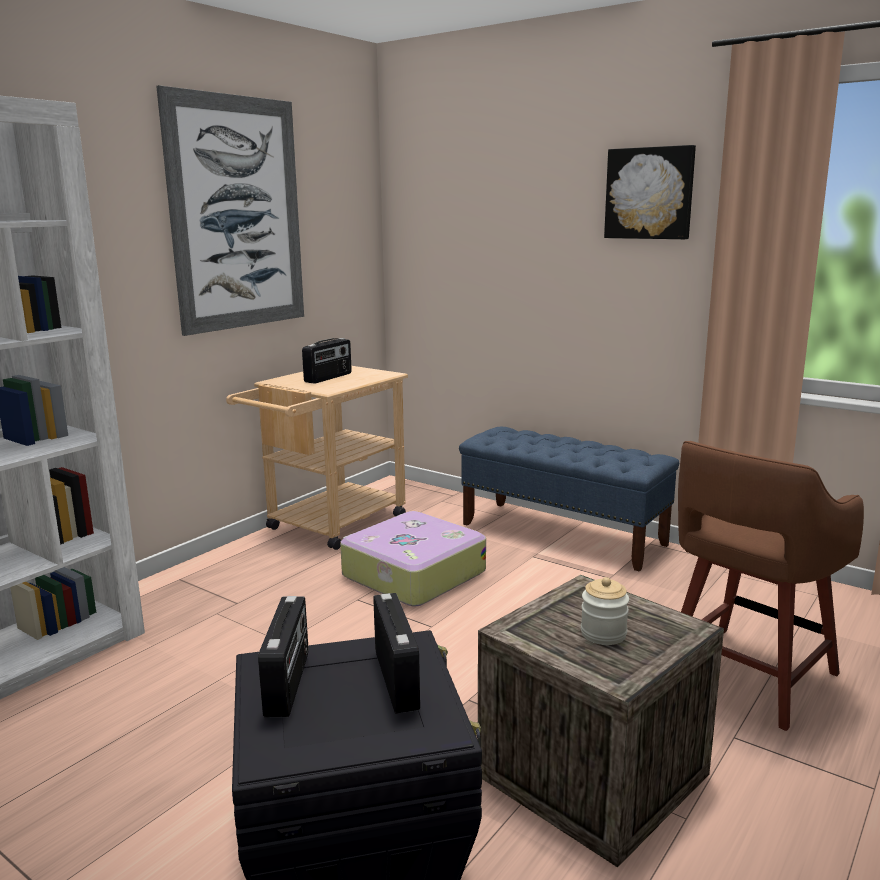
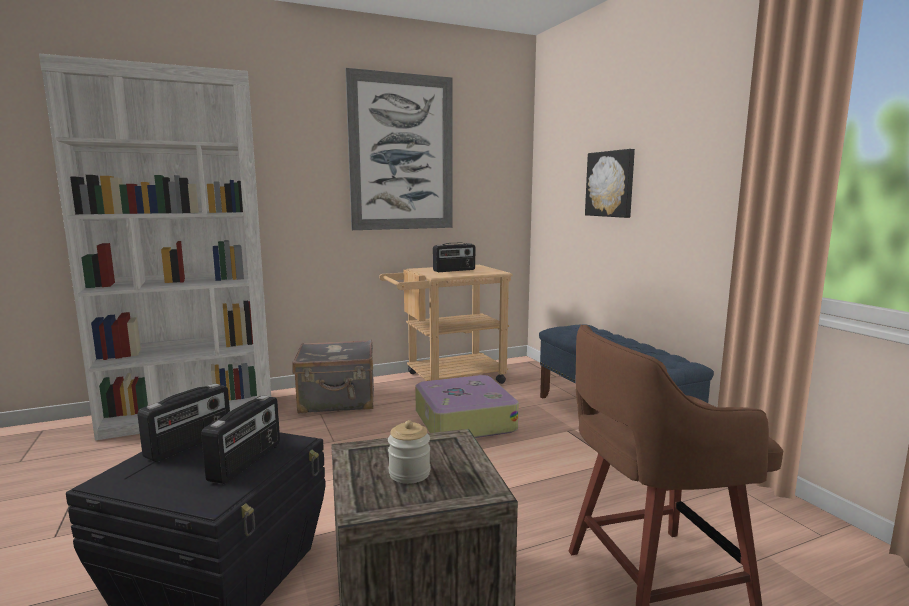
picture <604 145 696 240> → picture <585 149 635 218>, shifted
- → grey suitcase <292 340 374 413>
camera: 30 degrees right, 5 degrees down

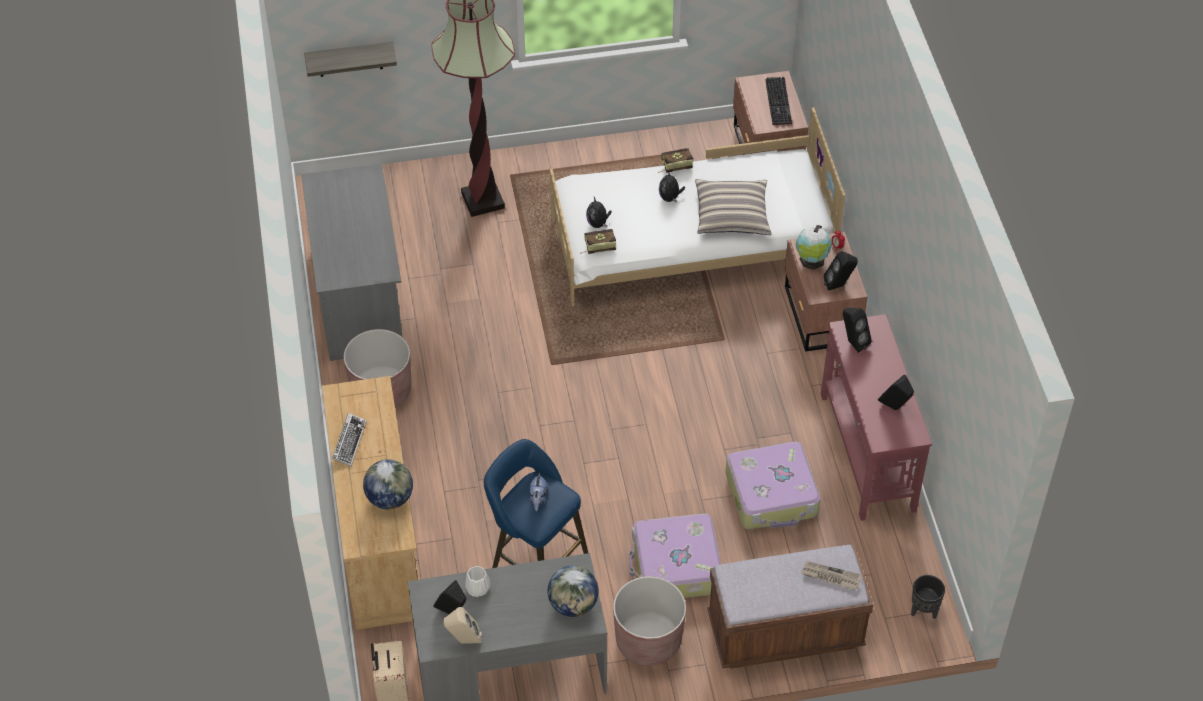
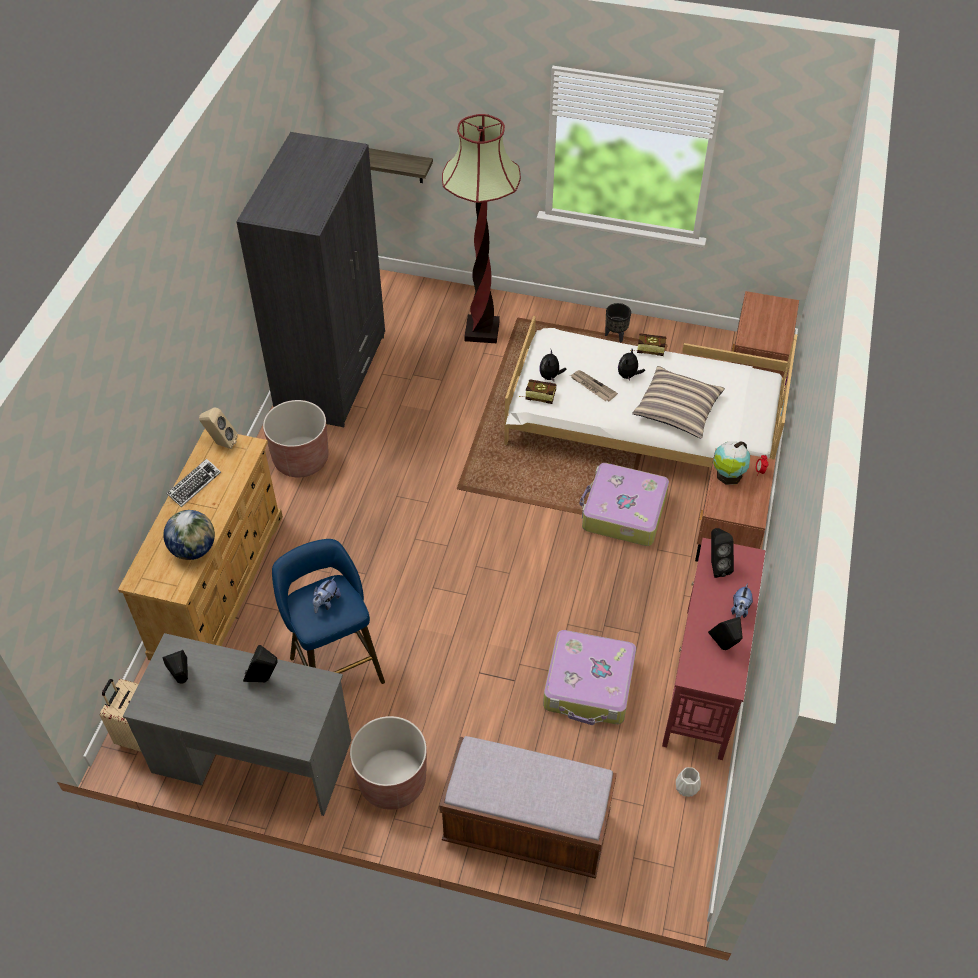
grey desk <301 164 402 361> → grey wardrobe <236 132 385 427>
beige speaker <443 607 482 644> → beige speaker <199 408 238 449>, shifted
white vase <465 566 490 597> → white vase <676 767 701 797>, shifted
globe <548 565 599 617> → -
suitcase <629 513 721 598> → suitcase <580 463 669 546>, shifted
keyboard <765 77 792 125> → -
newspaper <801 561 862 590> → newspaper <570 370 618 401>, shifted
black speaker <824 251 858 291> → black speaker <243 645 278 682>, shifted
black planter <911 575 945 619> → black planter <605 303 631 343>, shifted
- → plush toy <731 583 753 618>
camera: 25 degrees right, 0 degrees up

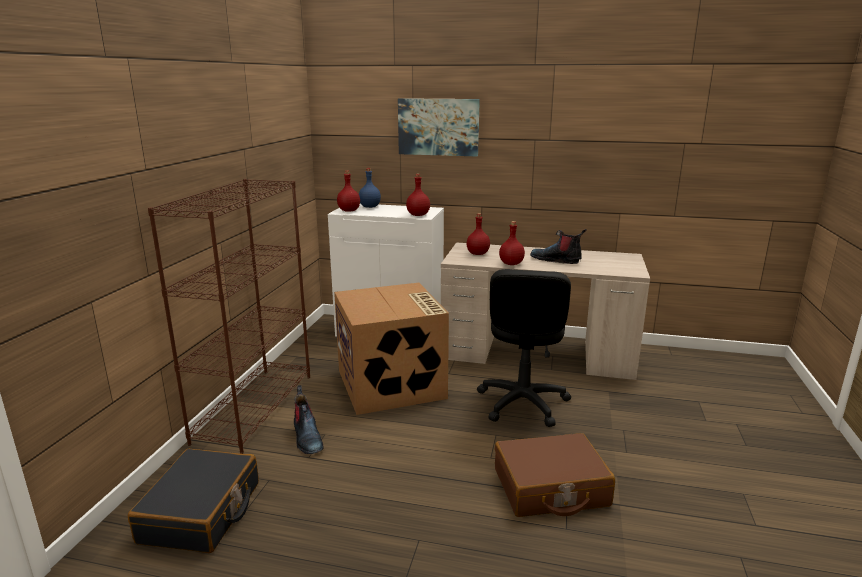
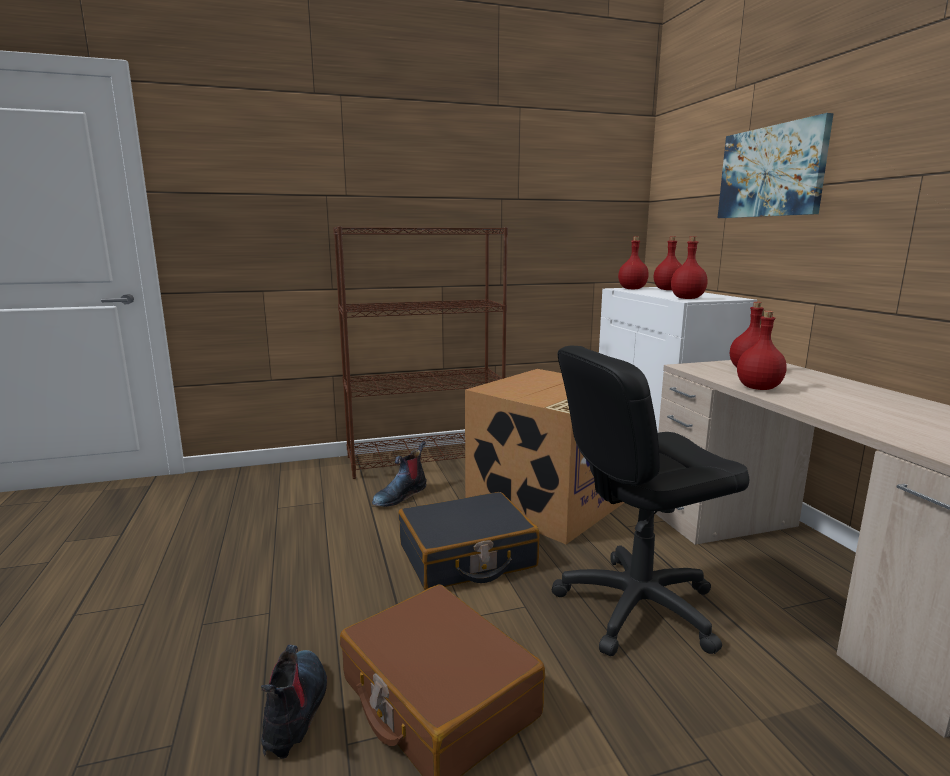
black suitcase <128 449 259 553> → black suitcase <399 492 539 590>, shifted
blue bottle <359 168 381 208> → red bottle <654 237 682 290>
boot <530 229 587 264> → boot <261 645 327 759>, shifted
camera: 60 degrees right, 5 degrees down

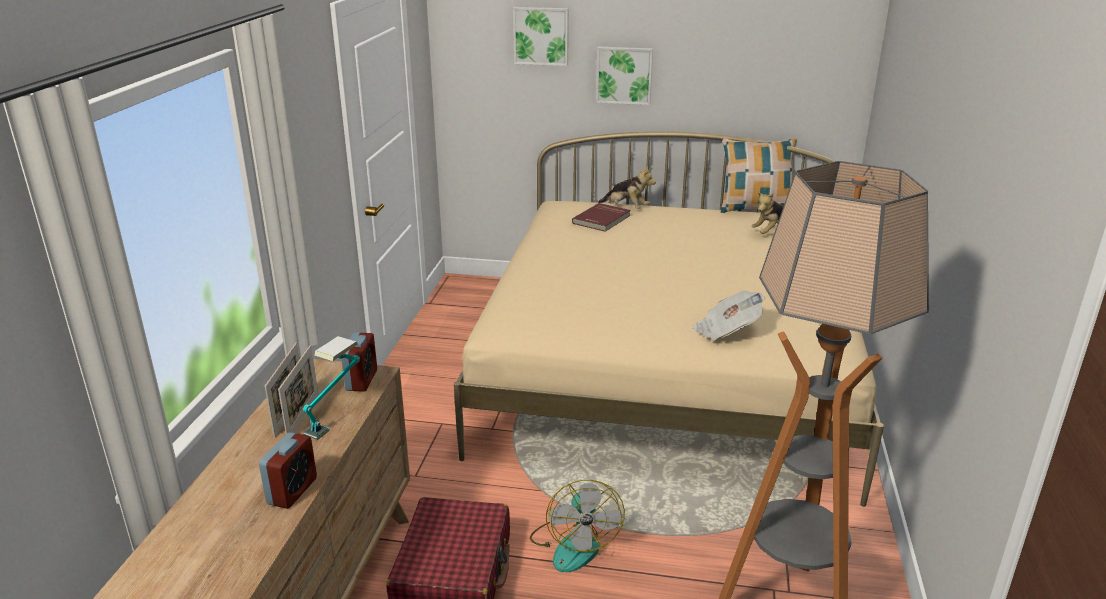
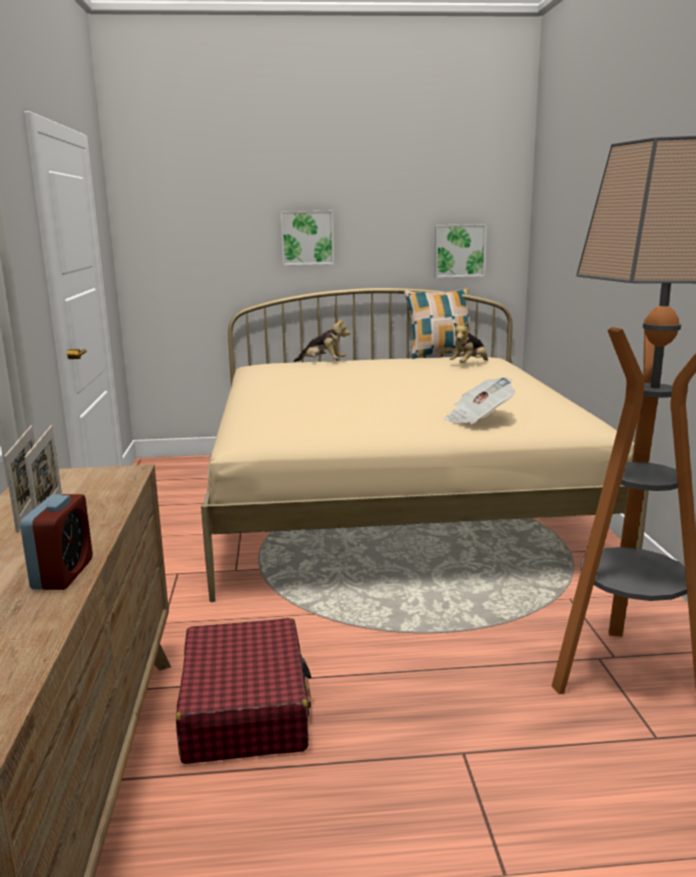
table lamp <303 336 360 440> → -
alarm clock <341 332 377 392> → -
picture <513 7 569 66> → picture <434 224 487 278>, shifted
fan <530 480 625 572> → -
red book <572 203 631 232> → -
camera: 15 degrees left, 10 degrees down

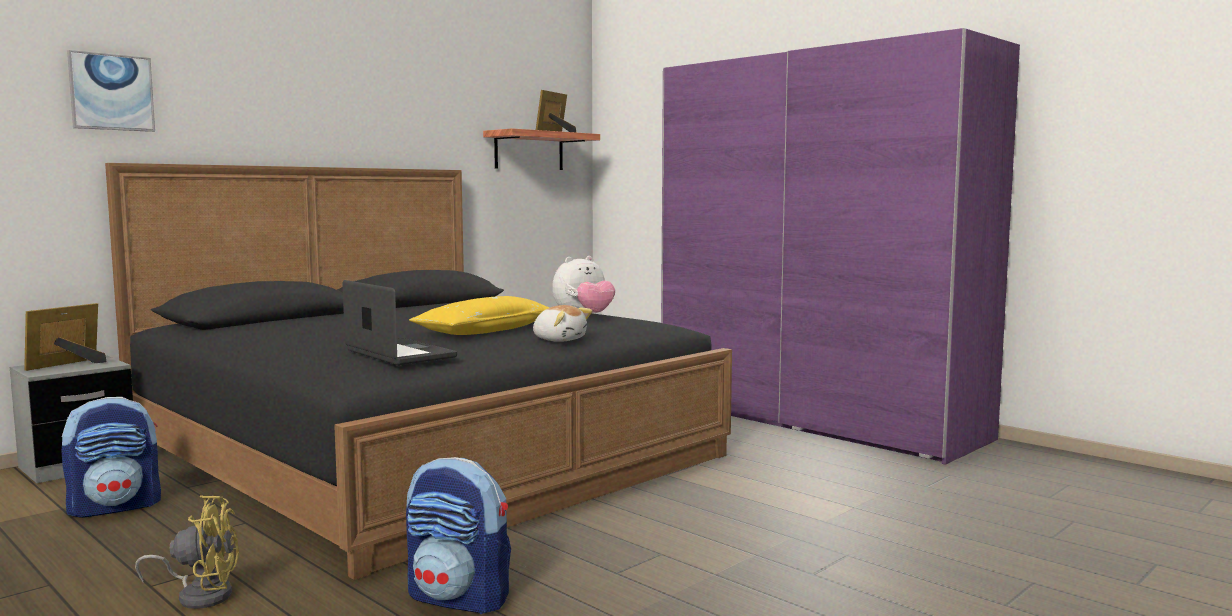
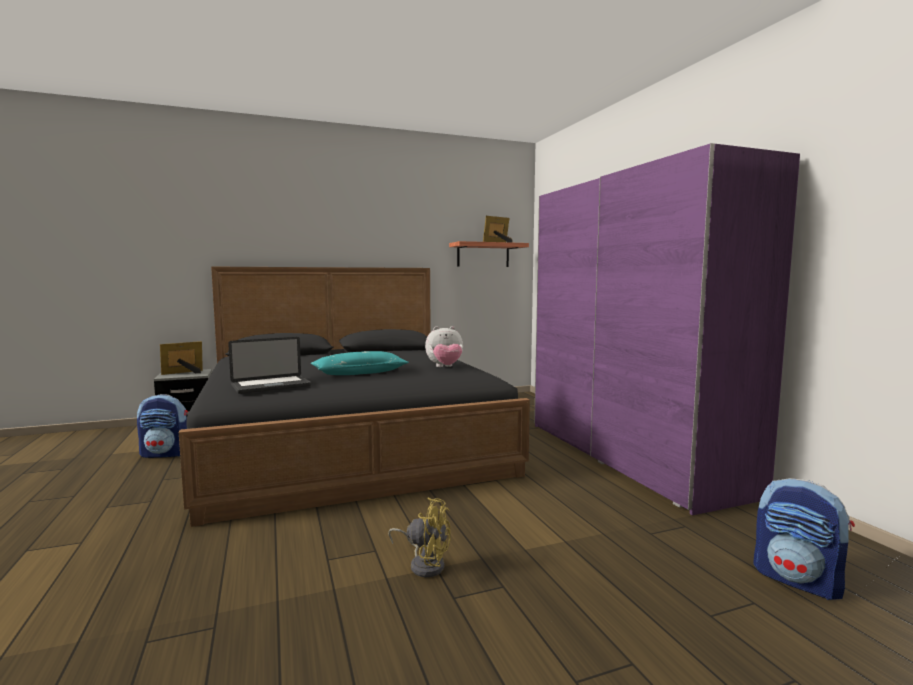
picture <67 50 155 132> → -
yellow fan <135 495 239 609> → yellow fan <388 498 451 577>, shifted
laptop <342 280 457 365> → laptop <228 337 311 394>, 75 degrees clockwise
backpack <406 457 511 614> → backpack <753 478 855 600>, shifted
yellow pillow <409 296 550 335> → turquoise pillow <311 351 409 375>
plush toy <533 305 593 342> → -
camera: 25 degrees right, 0 degrees up

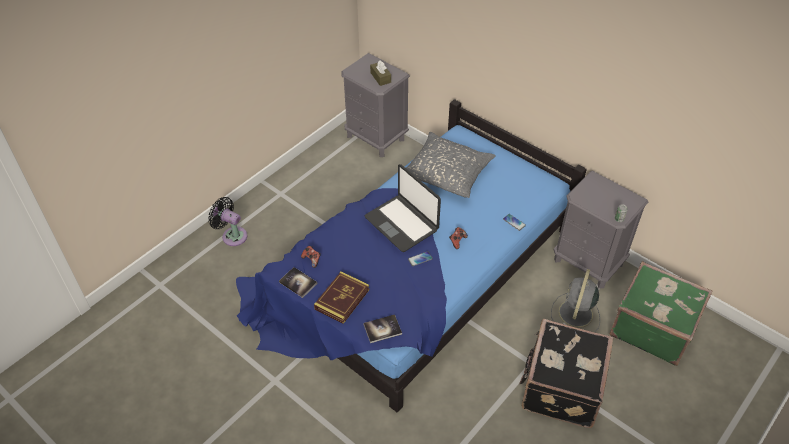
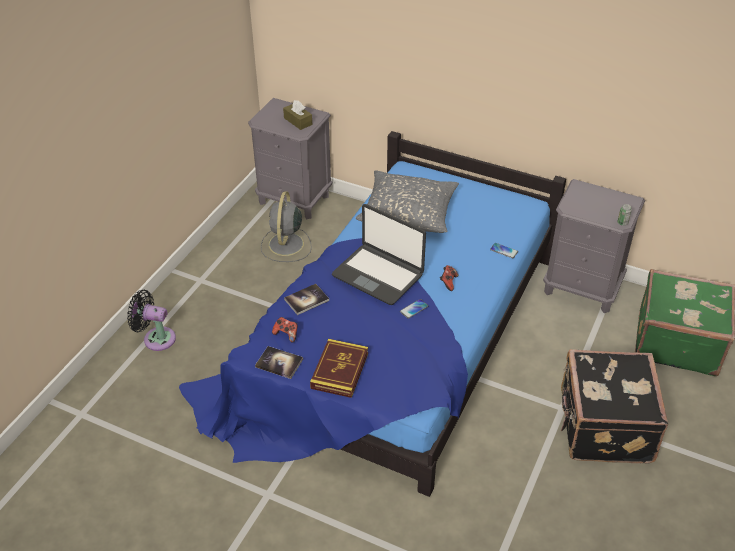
book <363 315 402 343> → book <284 284 329 315>, shifted
grey fan <551 269 600 332> → grey fan <261 191 312 262>, shifted
camera: 15 degrees left, 5 degrees down

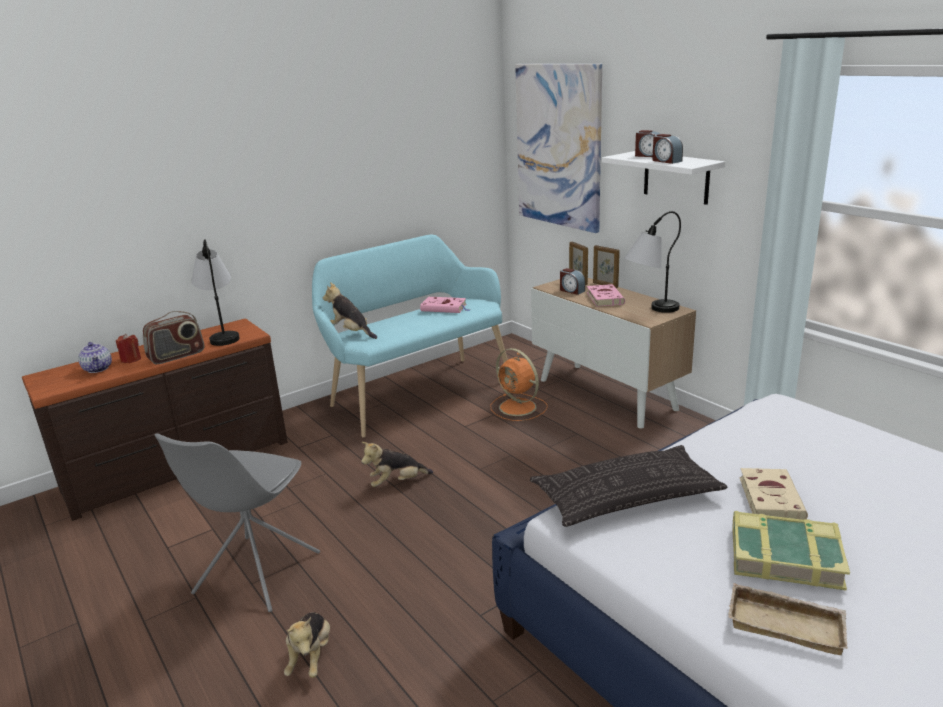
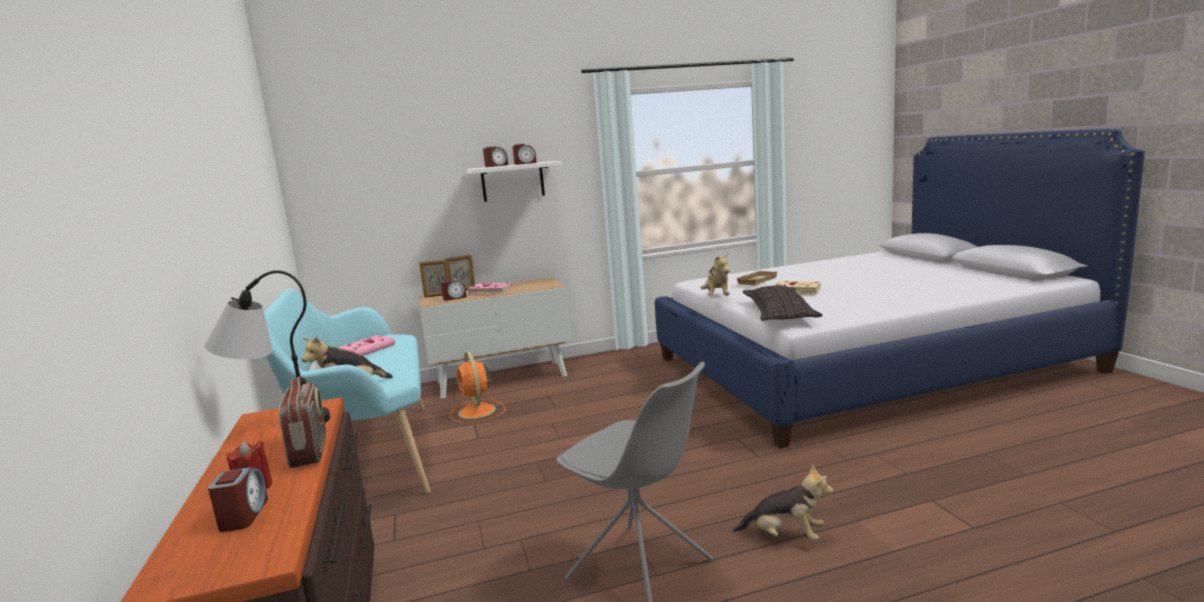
teapot <78 342 112 373> → alarm clock <208 467 268 532>
plush toy <361 442 433 487> → plush toy <700 253 730 296>, shifted
orange fan <491 348 548 421> → orange fan <450 351 506 423>, 90 degrees clockwise
picture <515 64 602 233> → -
table lamp <625 211 681 313> → -
beige tray <728 583 848 655> → beige tray <736 271 777 285>, shifted
book <732 511 850 591> → -
camera: 70 degrees left, 10 degrees down

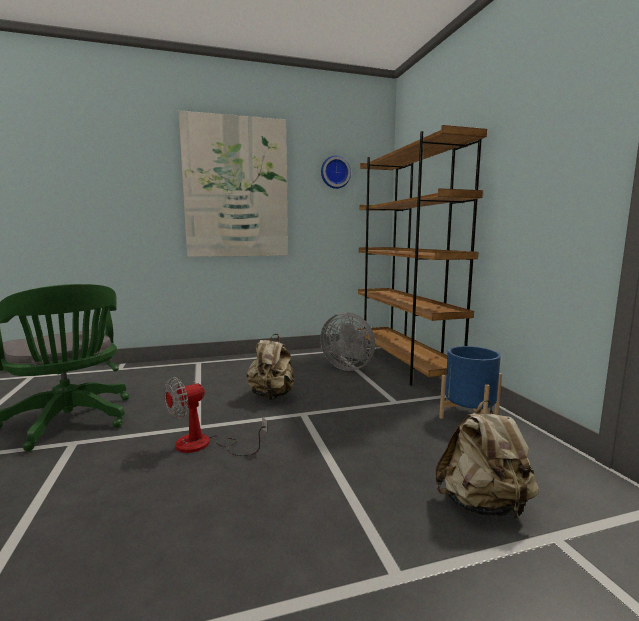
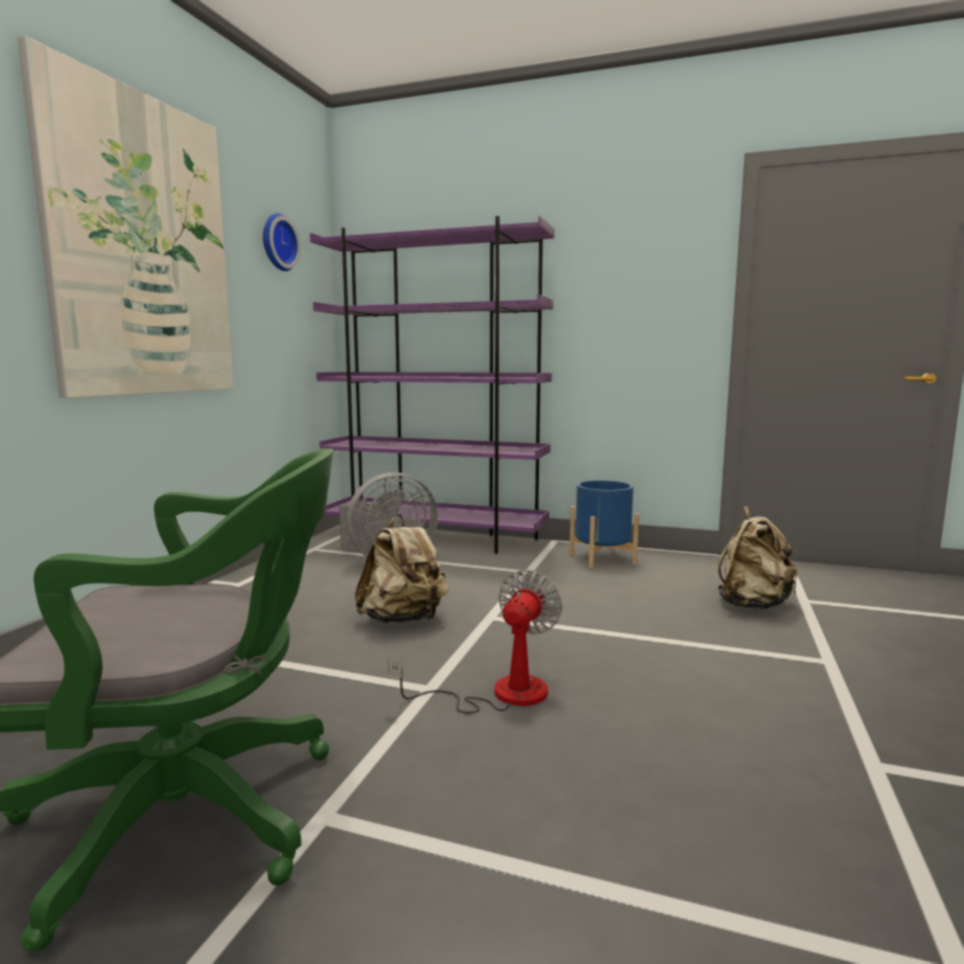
fan <164 377 268 456> → fan <388 570 562 713>, 150 degrees counterclockwise
brown bookcase <357 125 487 386> → purple bookcase <310 216 555 554>
camera: 55 degrees left, 0 degrees up

